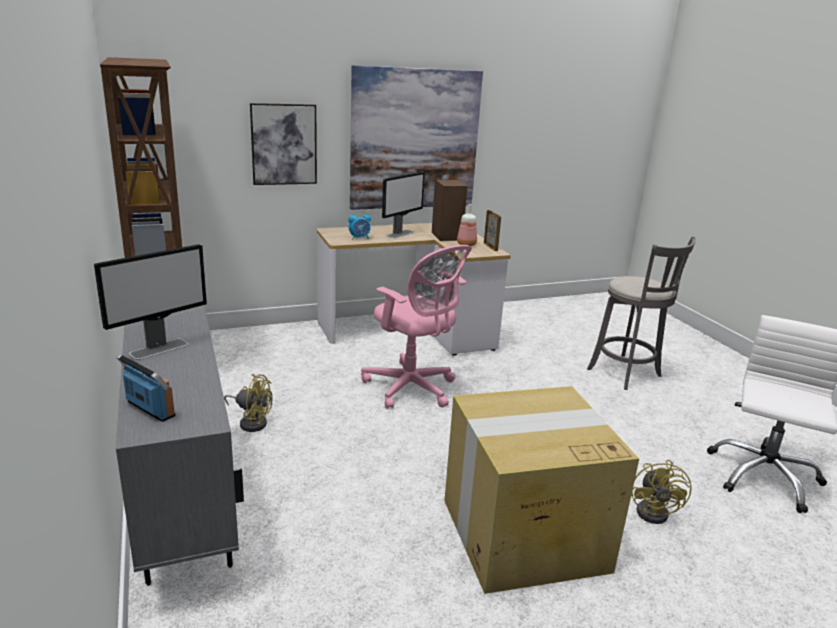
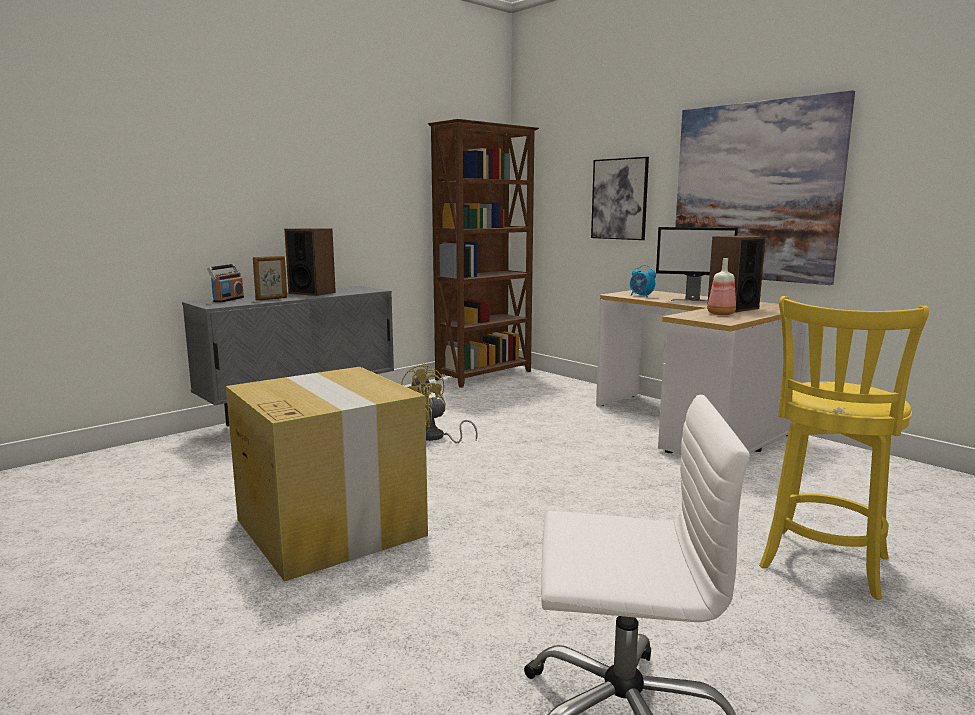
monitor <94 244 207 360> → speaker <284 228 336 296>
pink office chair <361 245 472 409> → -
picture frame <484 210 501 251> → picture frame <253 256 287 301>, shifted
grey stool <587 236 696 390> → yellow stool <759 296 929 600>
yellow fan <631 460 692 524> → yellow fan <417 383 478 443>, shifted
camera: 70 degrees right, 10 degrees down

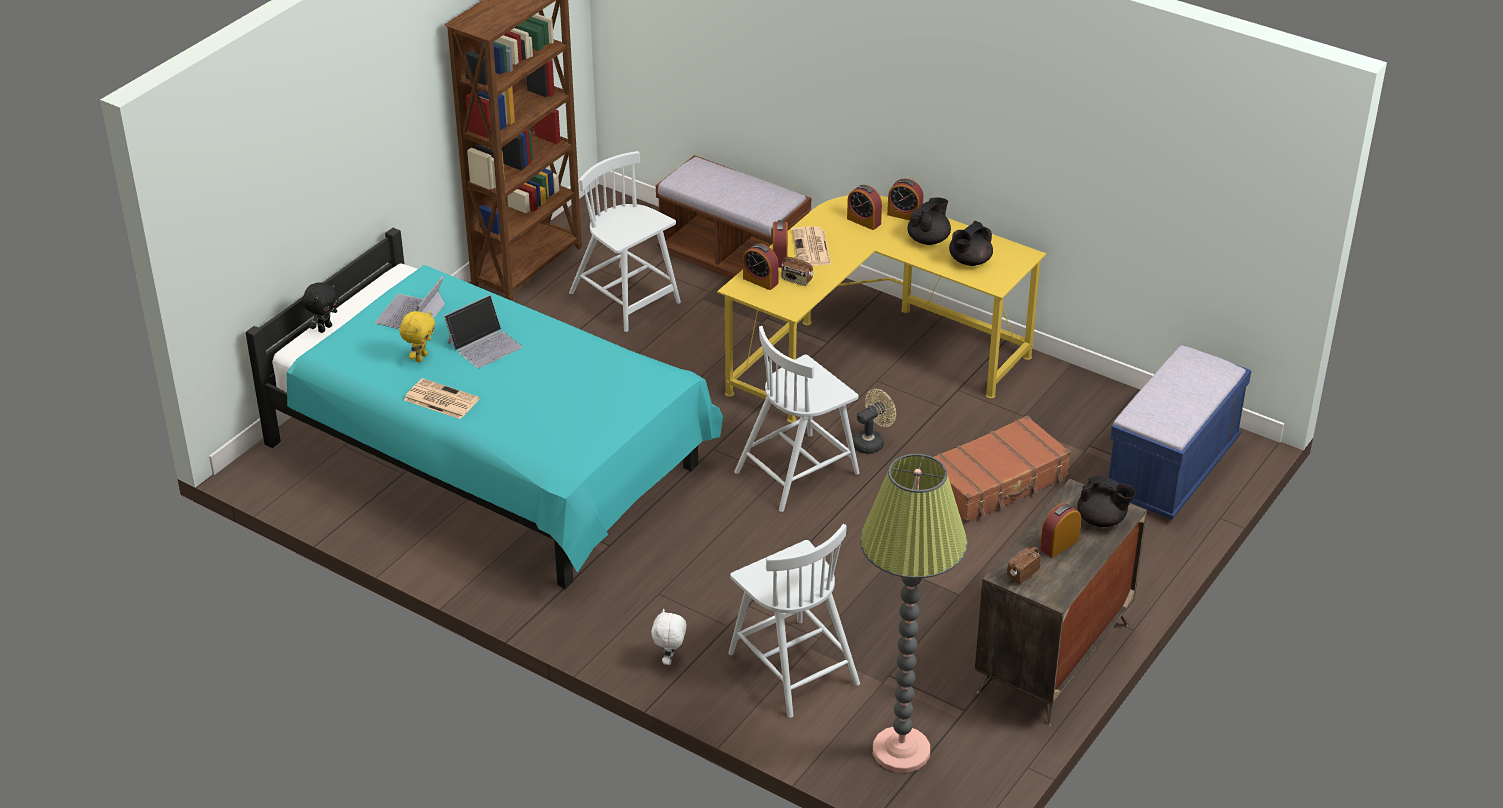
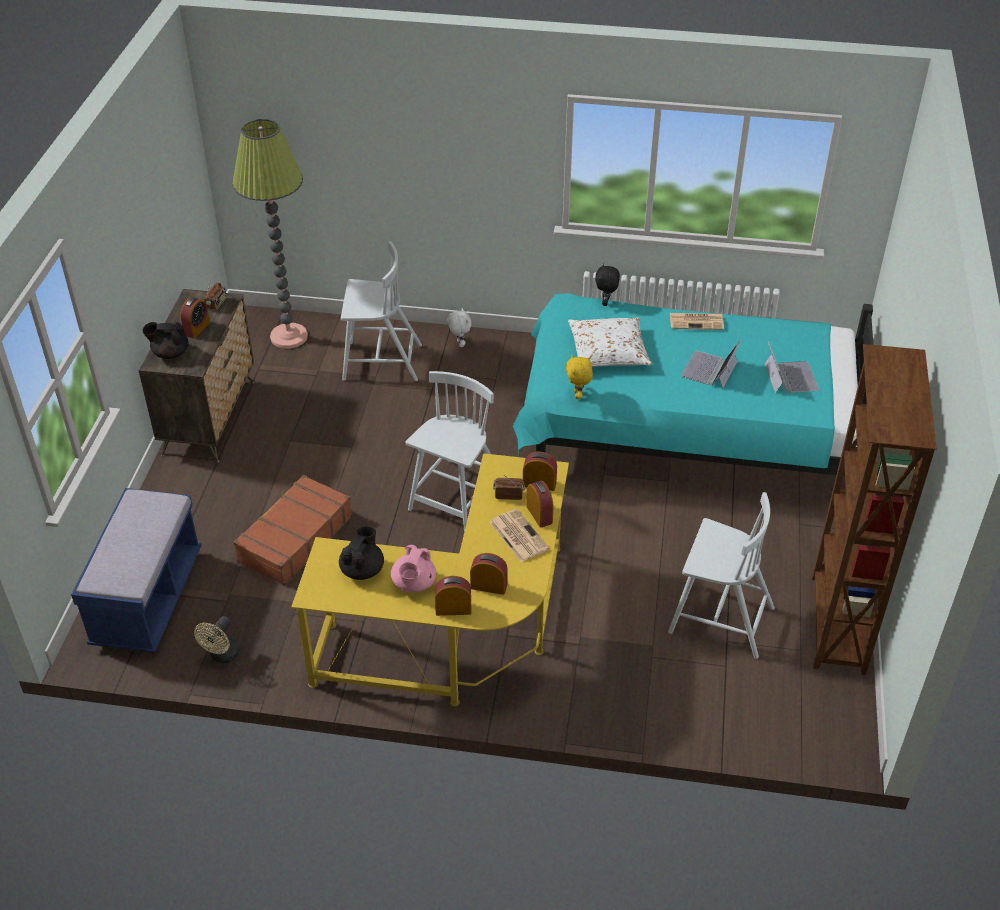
black plush toy <302 283 339 333> → black plush toy <595 263 620 306>, shifted
yellow plush toy <400 311 435 362> → yellow plush toy <566 355 593 399>, shifted
brown bench <656 155 811 279> → -
white chair <728 524 860 718> → white chair <341 241 422 381>, 150 degrees clockwise
beige fan <853 389 896 454> → beige fan <194 616 240 663>, shifted
black teapot <907 197 951 245> → pink teapot <391 545 436 592>
- → white pillow <568 317 652 367>
camera: 155 degrees right, 5 degrees up

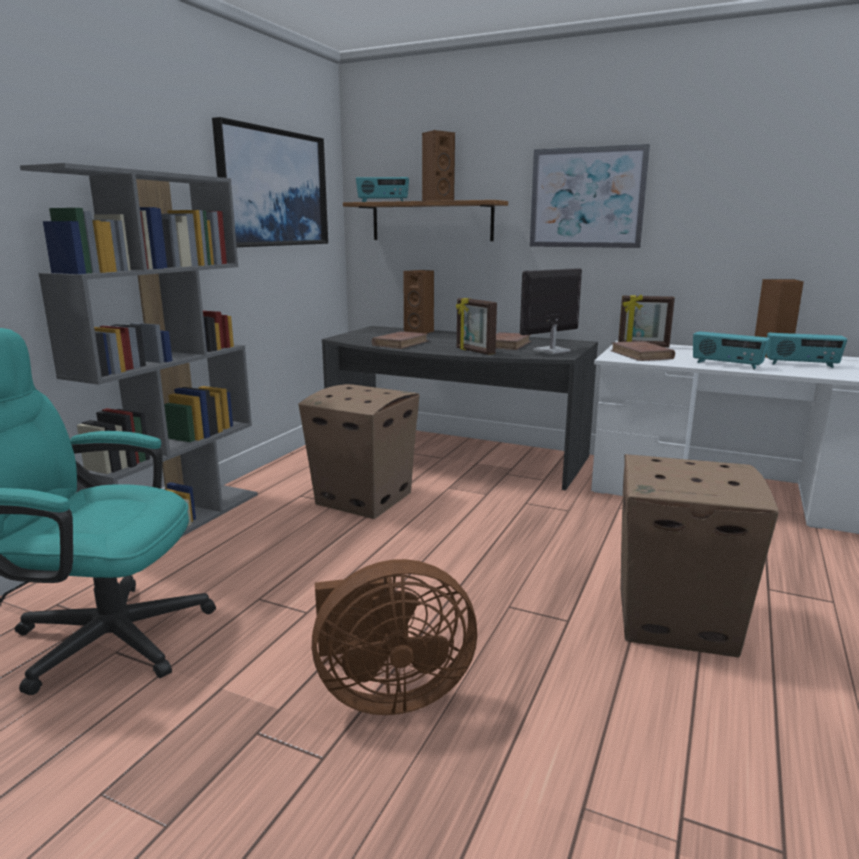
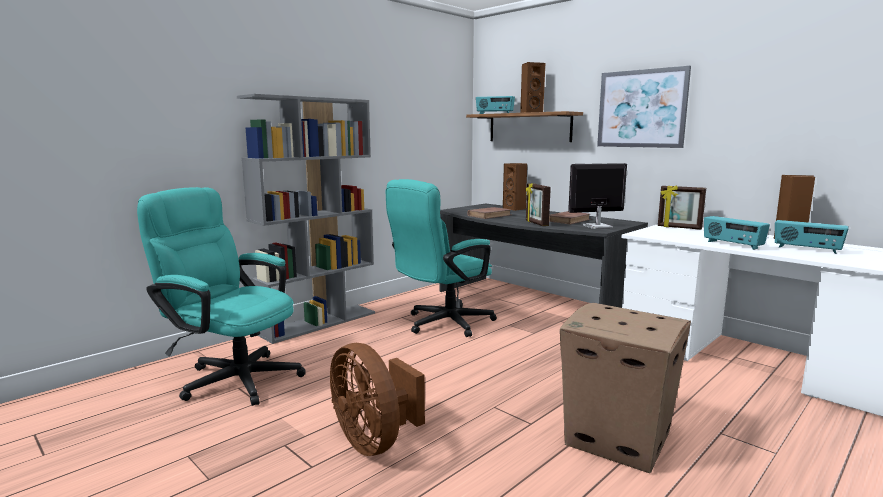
picture <212 117 328 247> → -
cardboard box <298 384 419 519> → turquoise office chair <386 179 497 337>
brown fan <312 559 477 715> → brown fan <330 343 425 456>, 45 degrees clockwise
brown book <611 341 675 361> → -
camera: 20 degrees right, 5 degrees down

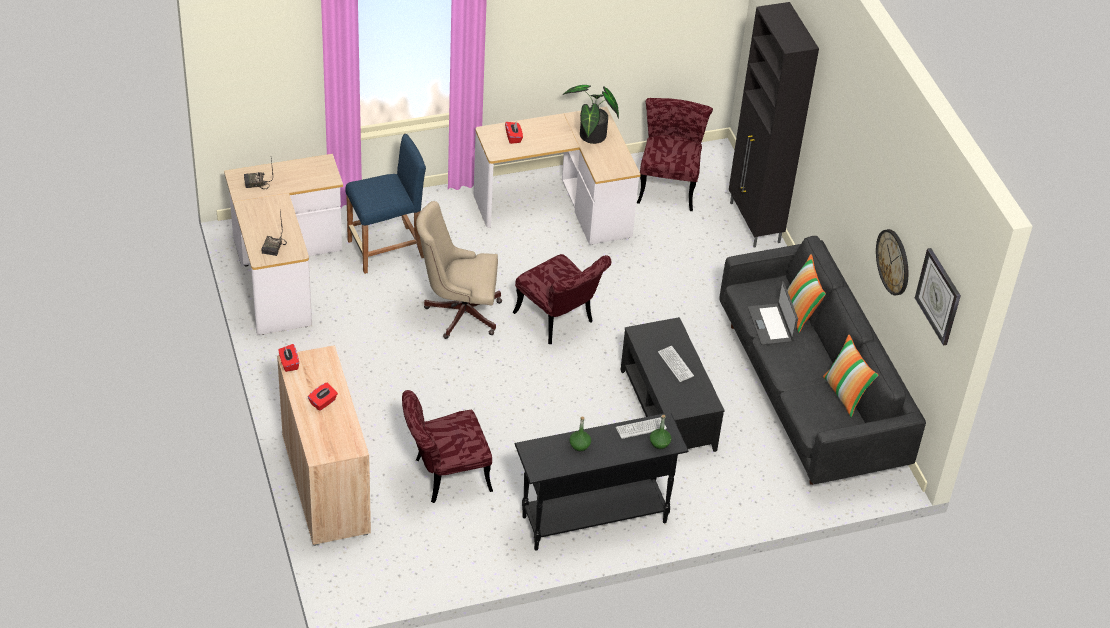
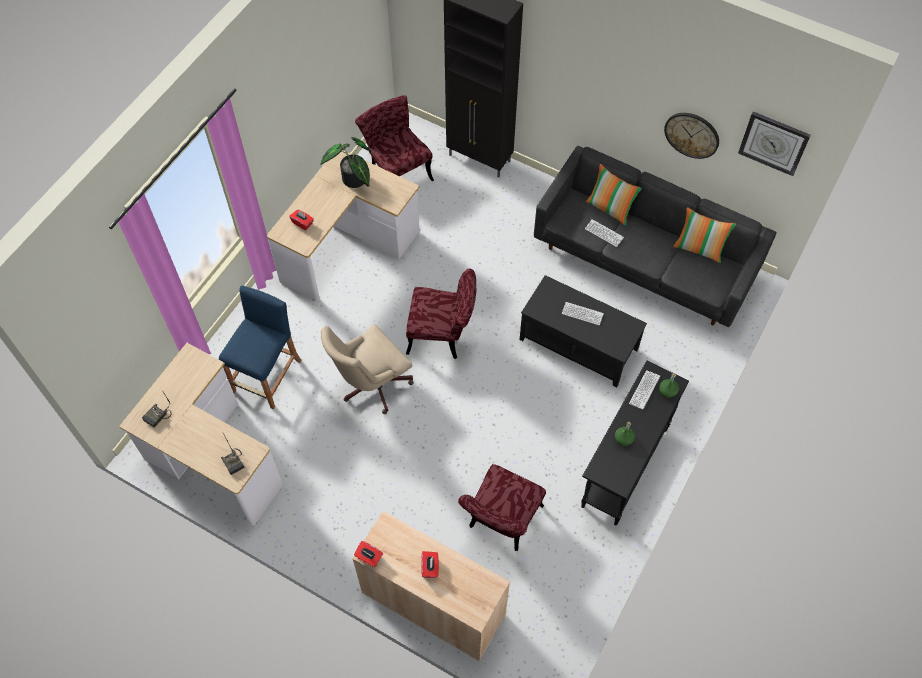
laptop <748 281 798 345> → keyboard <585 219 624 247>
camera: 40 degrees left, 15 degrees up

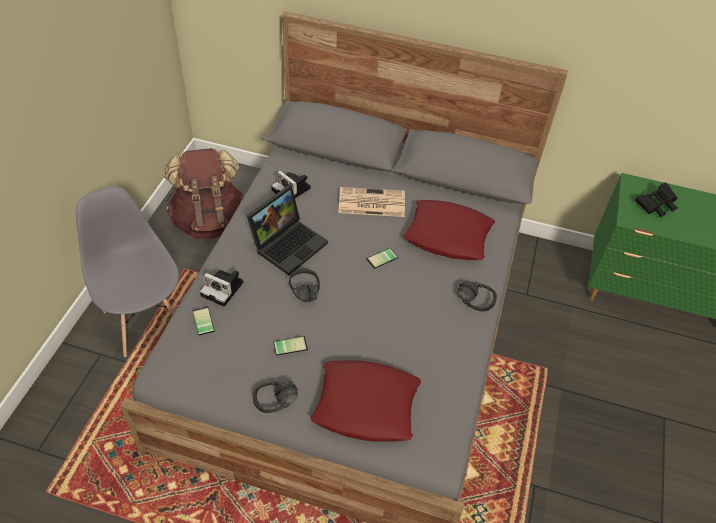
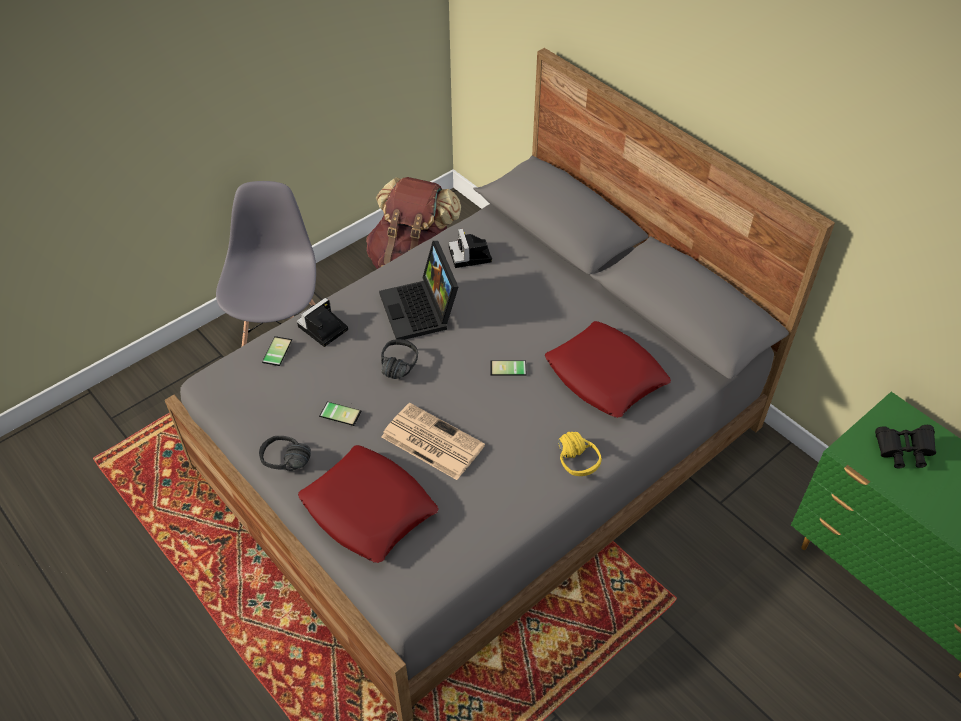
photo camera <200 270 243 307> → photo camera <297 298 348 347>, 75 degrees clockwise
laptop <247 185 328 275> → laptop <379 241 458 340>, 90 degrees clockwise
newspaper <338 187 405 217> → newspaper <381 403 485 480>, shifted
black headphones <457 281 497 312> → yellow headphones <558 432 602 476>
camera: 35 degrees right, 0 degrees up

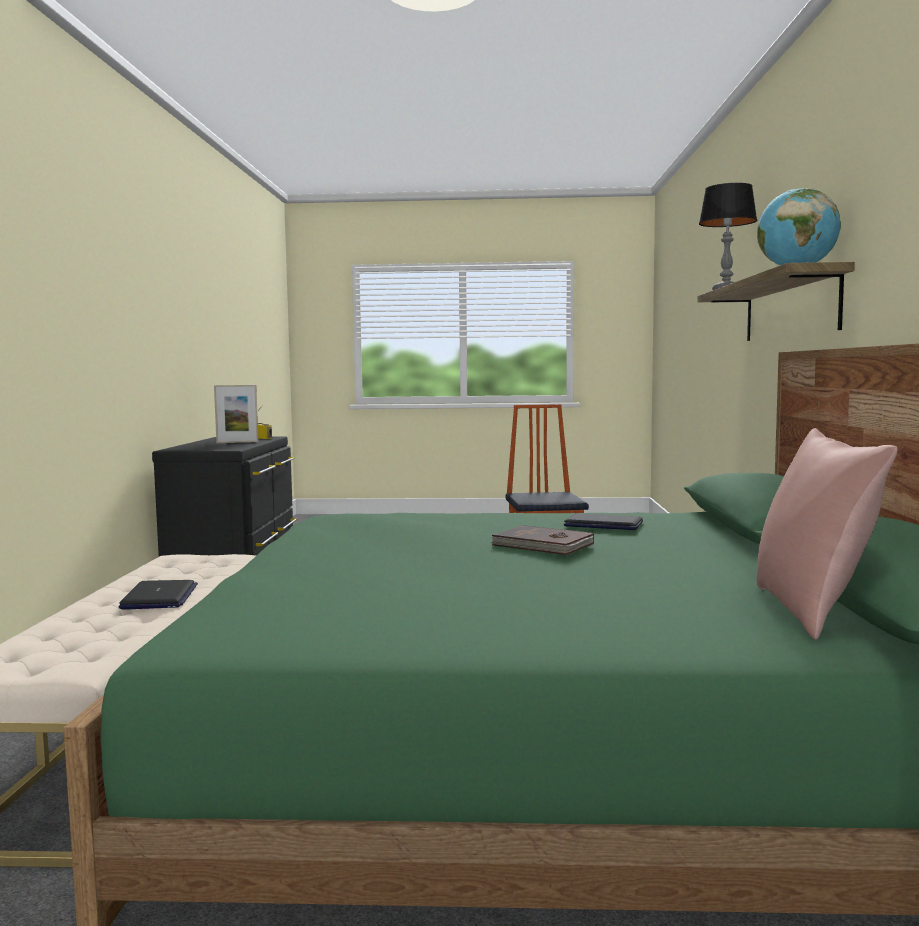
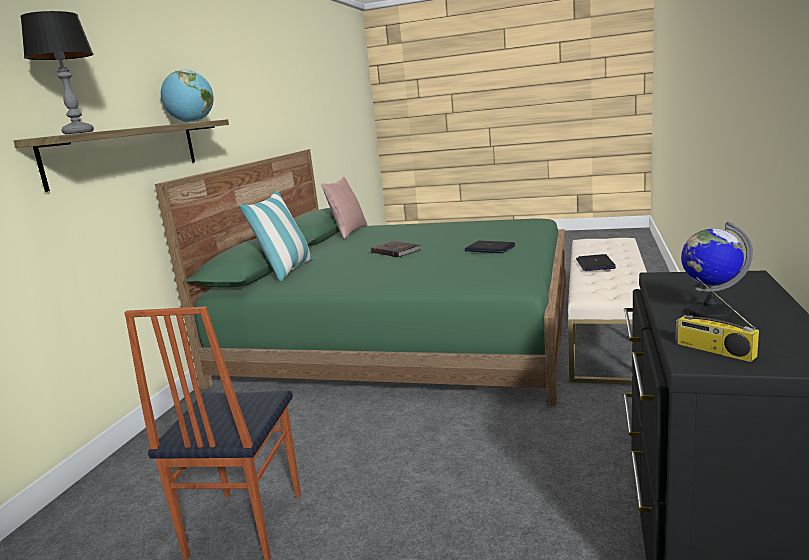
picture frame <214 385 259 443> → globe <681 222 753 320>
laptop <564 513 643 530> → laptop <464 241 515 253>, shifted
- → pillow <239 191 313 282>
camera: 165 degrees left, 10 degrees up

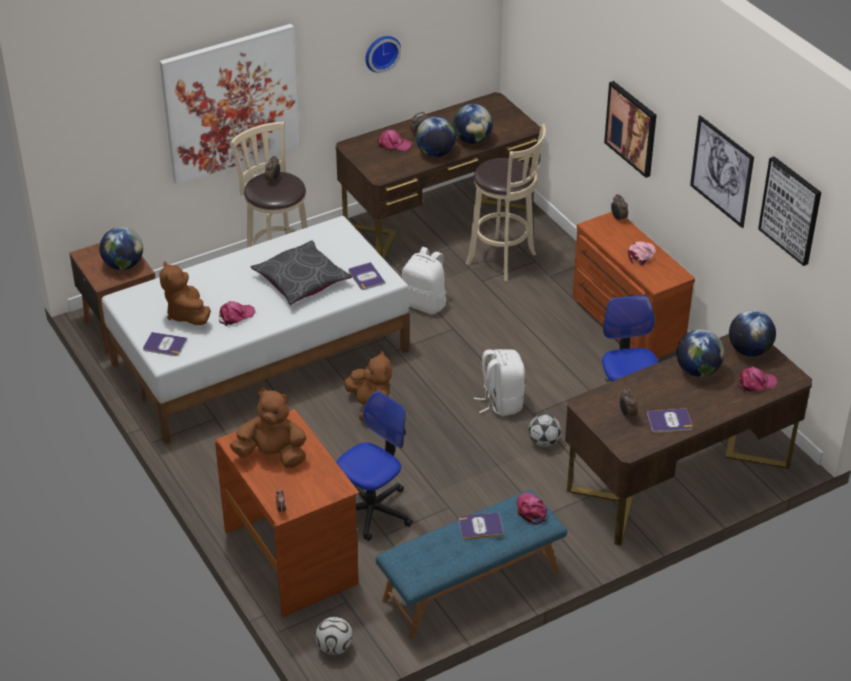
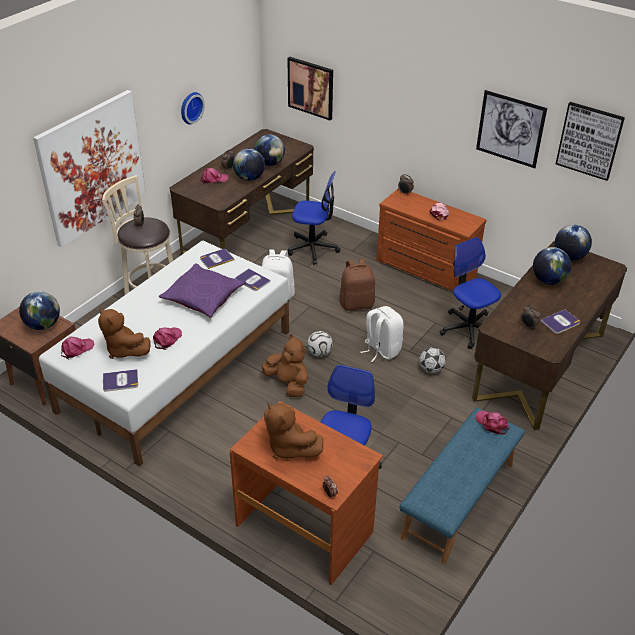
brown plush toy <230 388 307 468> → brown plush toy <264 402 323 459>, 120 degrees counterclockwise
grey pillow <251 241 352 305> → purple pillow <159 263 246 318>
football <315 617 353 655> → football <307 331 333 357>, shifted
book <459 513 504 540> → book <200 249 235 269>, shifted
beige stool <466 124 546 281> → office chair <288 171 341 265>
picture <604 81 657 178> → picture <287 57 333 121>, shifted
pink cap <737 367 777 393> → pink cap <61 337 94 360>, shifted
- → brown backpack <339 259 375 311>
camera: 25 degrees left, 0 degrees up

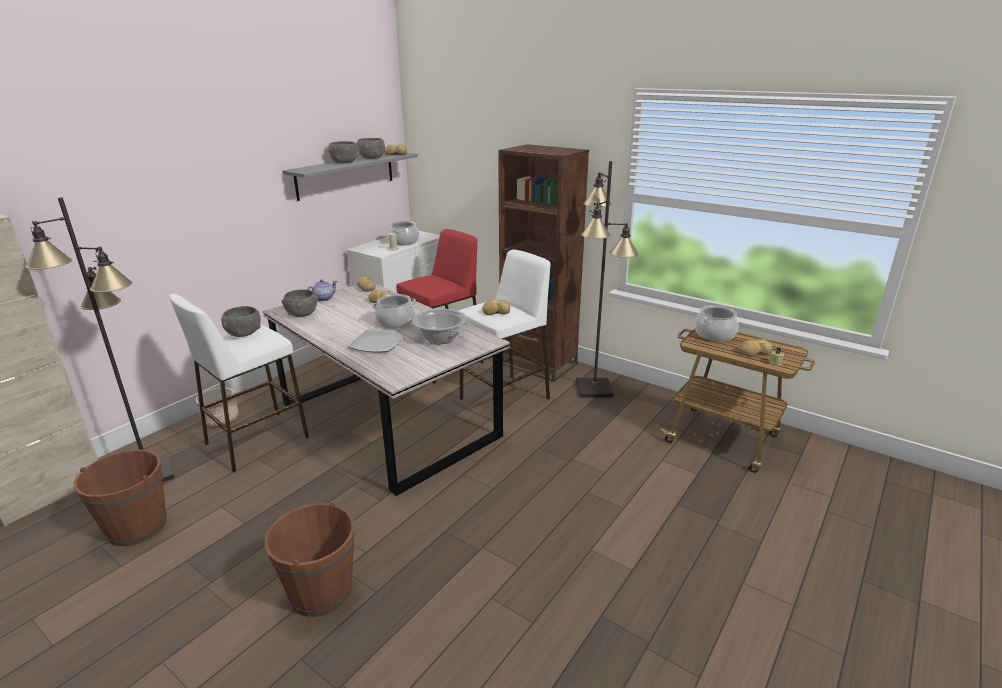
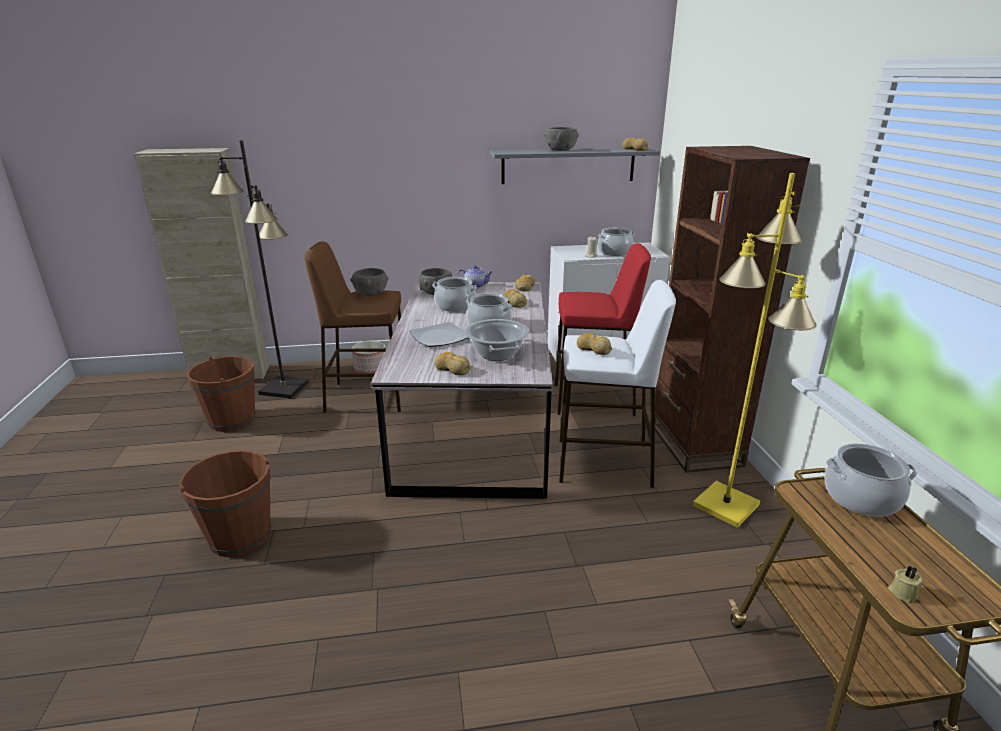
white stool <169 294 309 472> → brown stool <304 241 401 413>
grey bowl <357 138 385 159> → -
black floor lamp <576 161 638 398> → yellow floor lamp <693 173 817 528>
bread <740 339 772 357> → bread <435 352 471 375>, shifted
- → cooking pot <432 277 477 312>
camera: 45 degrees right, 0 degrees up

